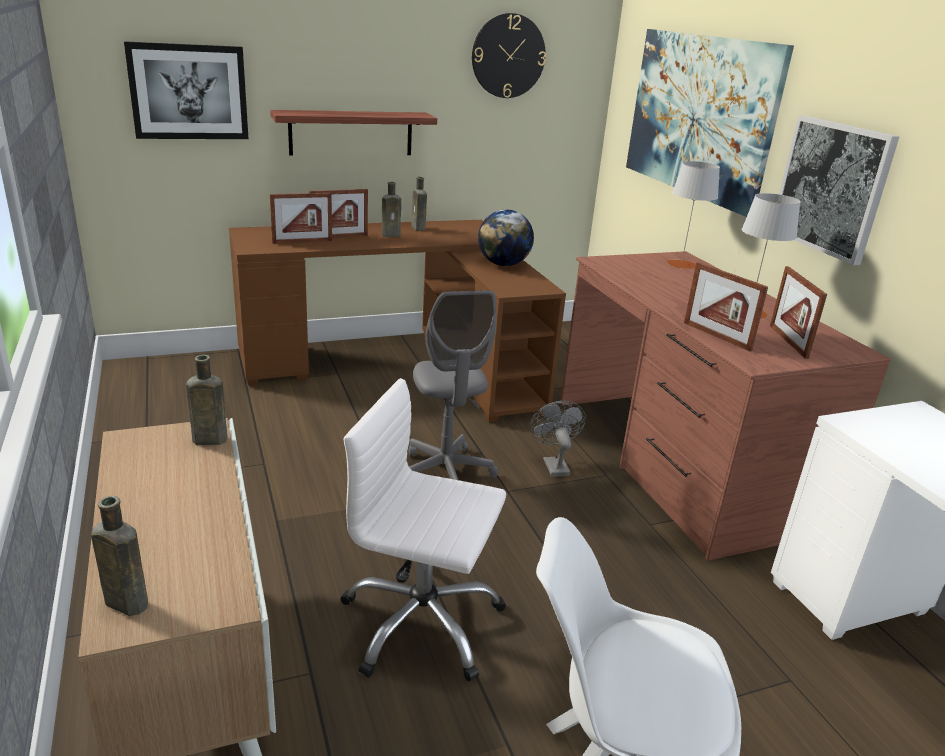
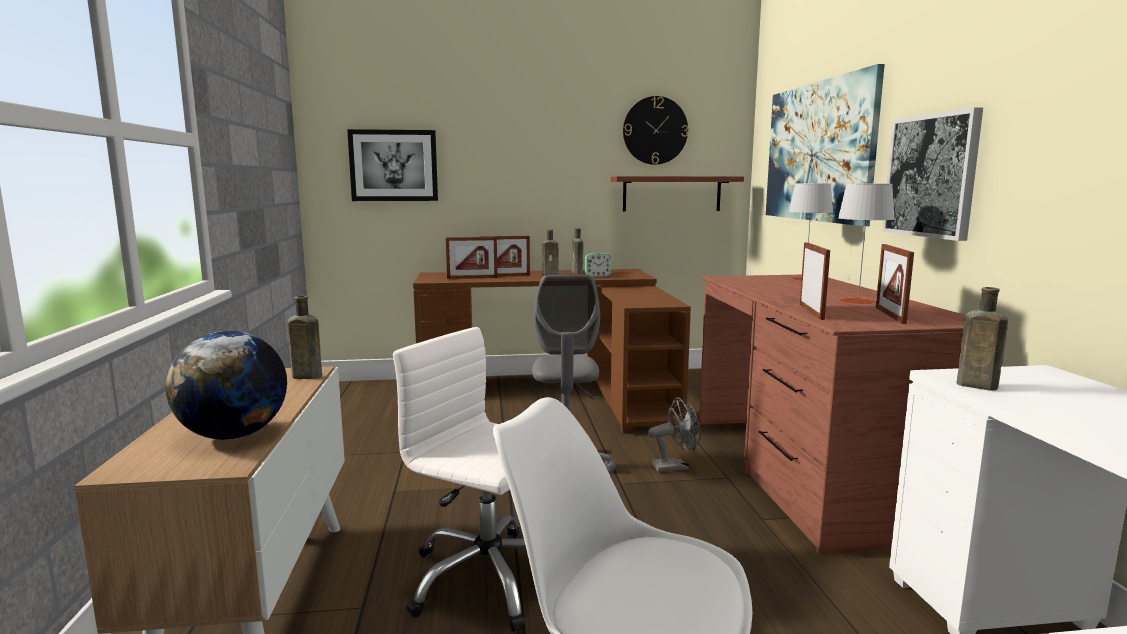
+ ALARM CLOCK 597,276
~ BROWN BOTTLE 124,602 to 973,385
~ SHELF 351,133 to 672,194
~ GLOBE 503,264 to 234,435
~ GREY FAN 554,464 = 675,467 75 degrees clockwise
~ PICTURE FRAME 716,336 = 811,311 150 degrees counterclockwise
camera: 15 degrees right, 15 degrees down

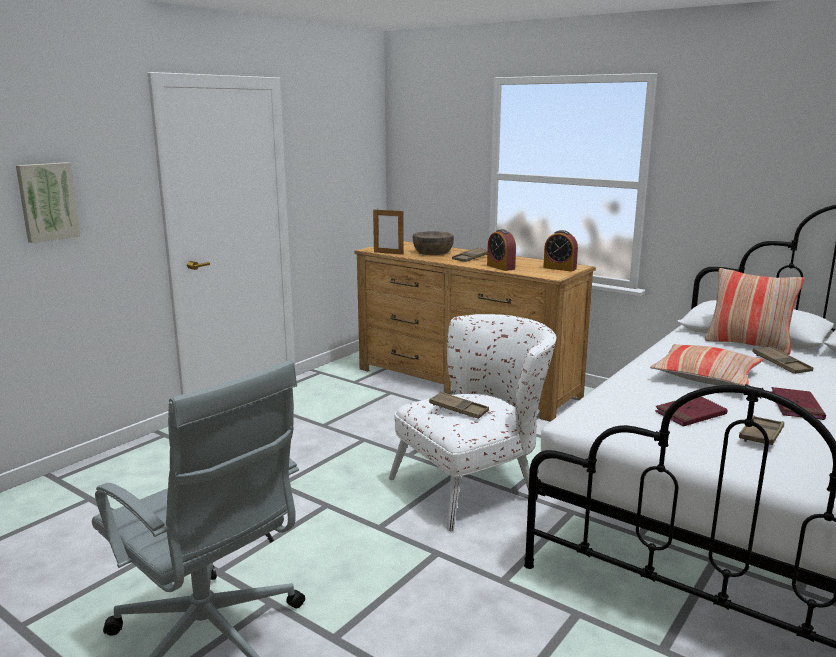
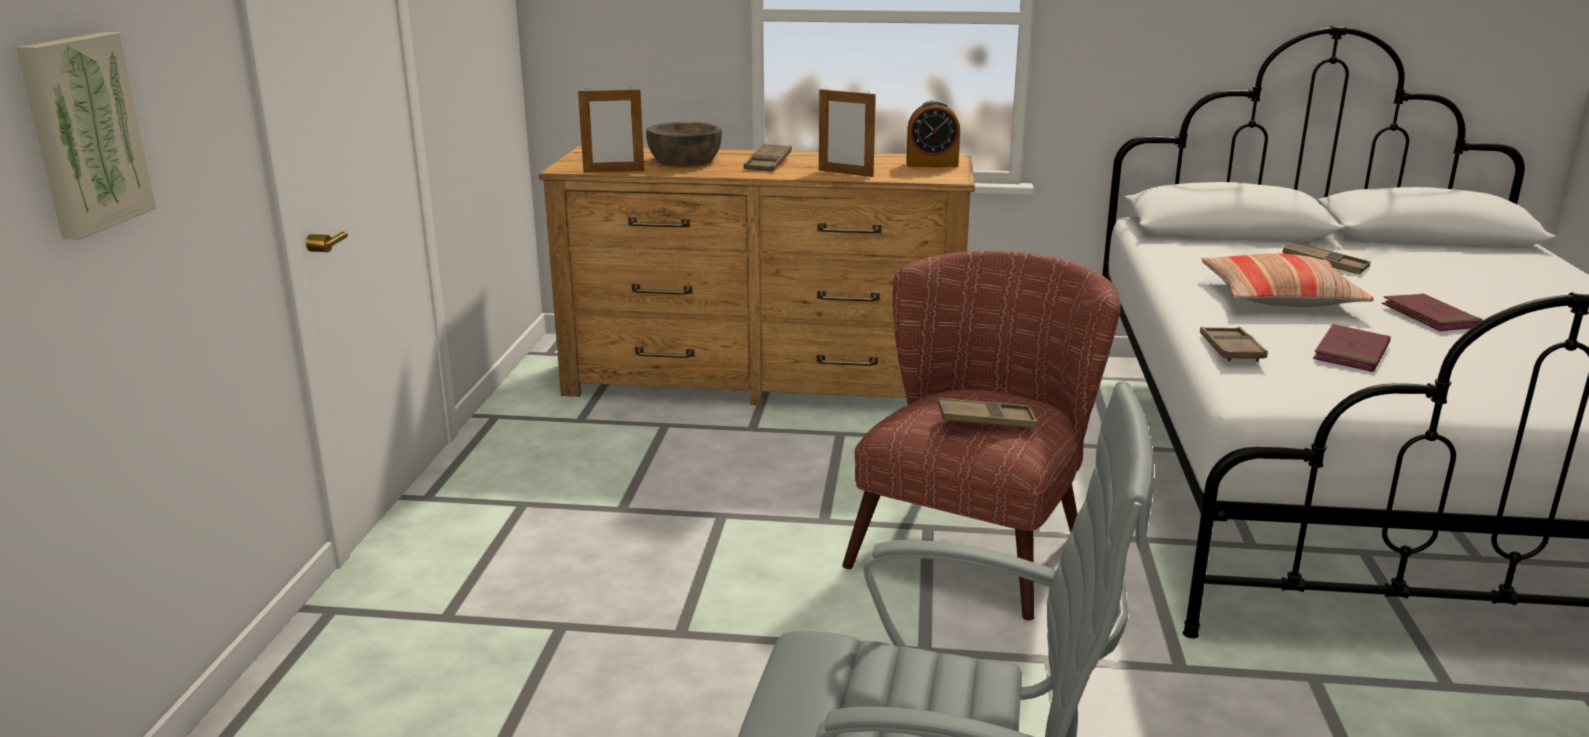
- PILLOW 748,344
~ BROWN TRAY 761,435 to 1231,350
~ ALARM CLOCK 500,267 to PICTURE FRAME 845,173
~ WHITE ARMCHAIR 476,486 to BROWN ARMCHAIR 978,540
camera: 30 degrees left, 5 degrees up

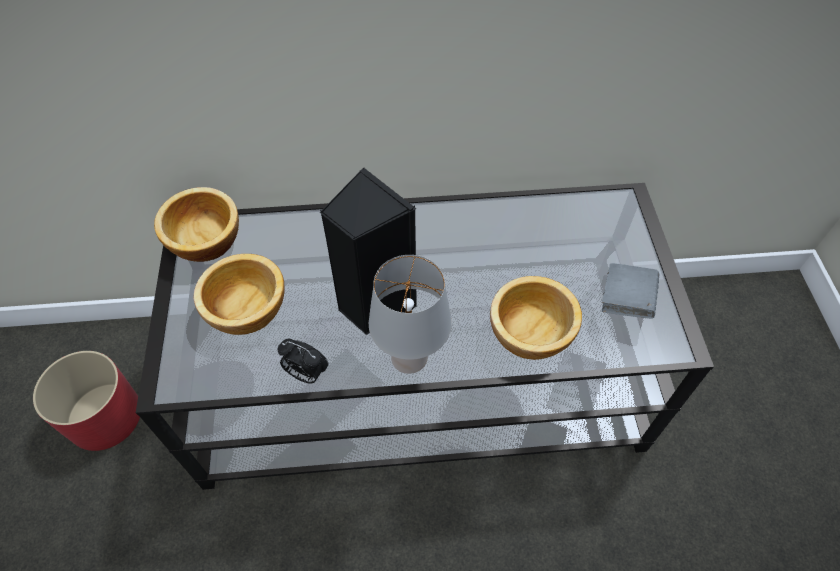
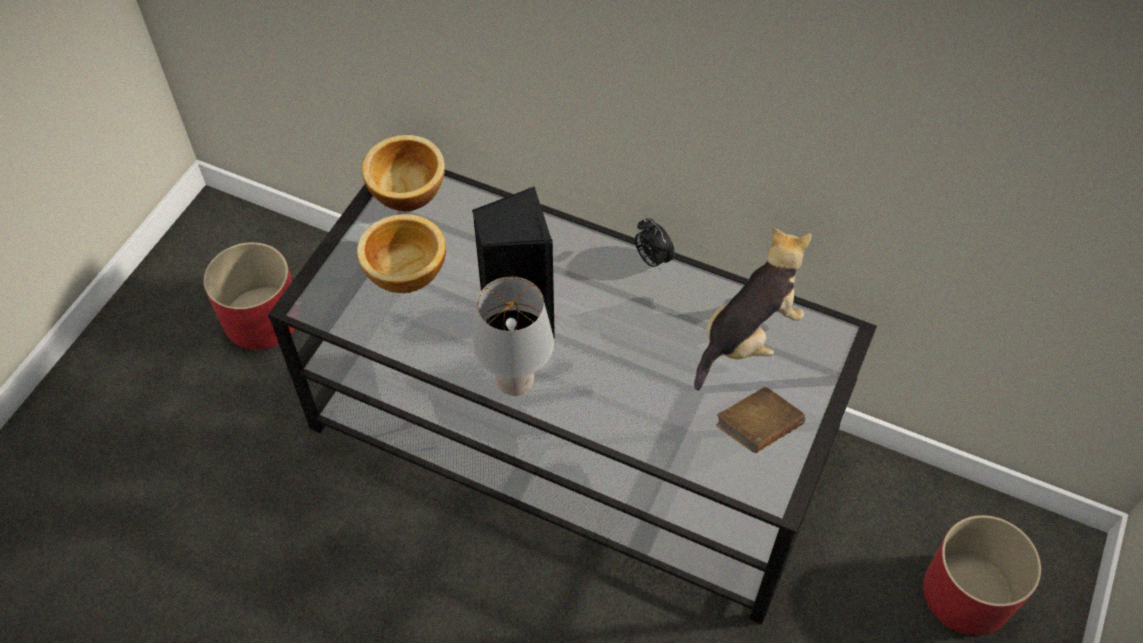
- BOWL 530,334
+ PLUSH TOY 747,337
+ RED PLANTER 966,593
~ ALARM CLOCK 306,374 to 652,259
~ GREY BOOK 625,301 to BROWN BOOK 757,430
camera: 30 degrees right, 0 degrees up

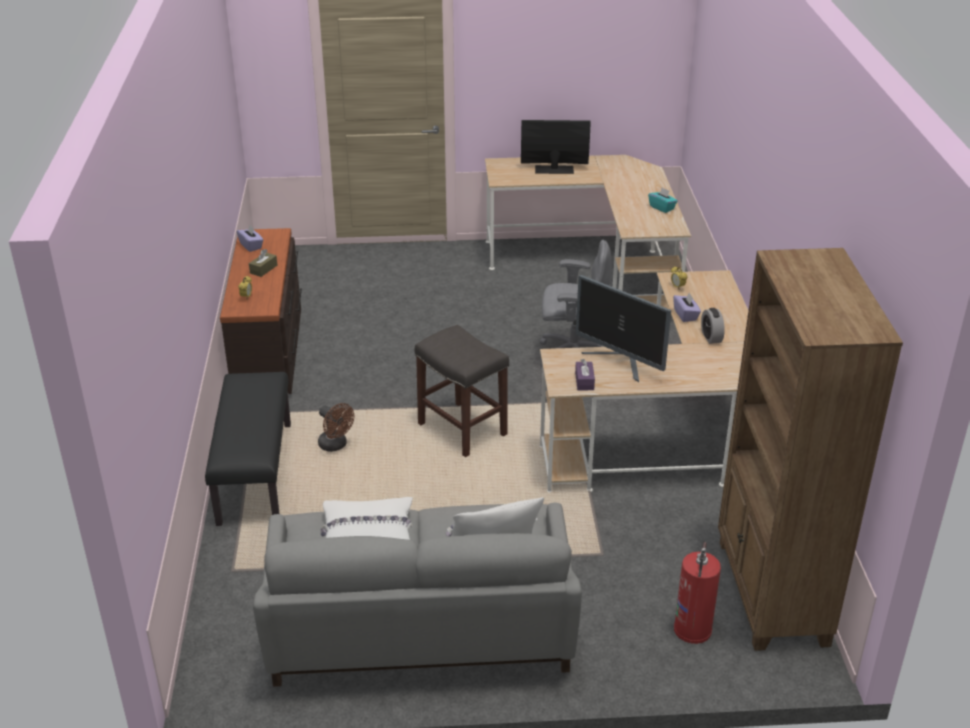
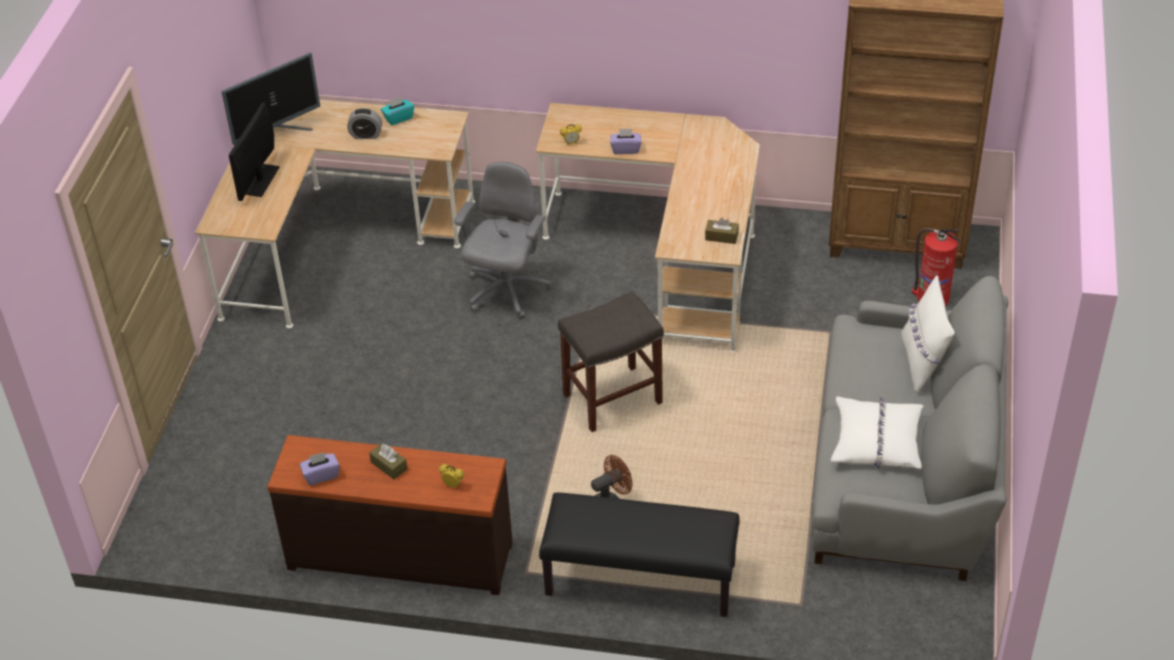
~ MONITOR 620,362 to 277,134
~ ALARM CLOCK 711,337 to 366,135
~ PURPLE TISSUE BOX 584,381 to BROWN TISSUE BOX 721,237
camera: 75 degrees left, 10 degrees up

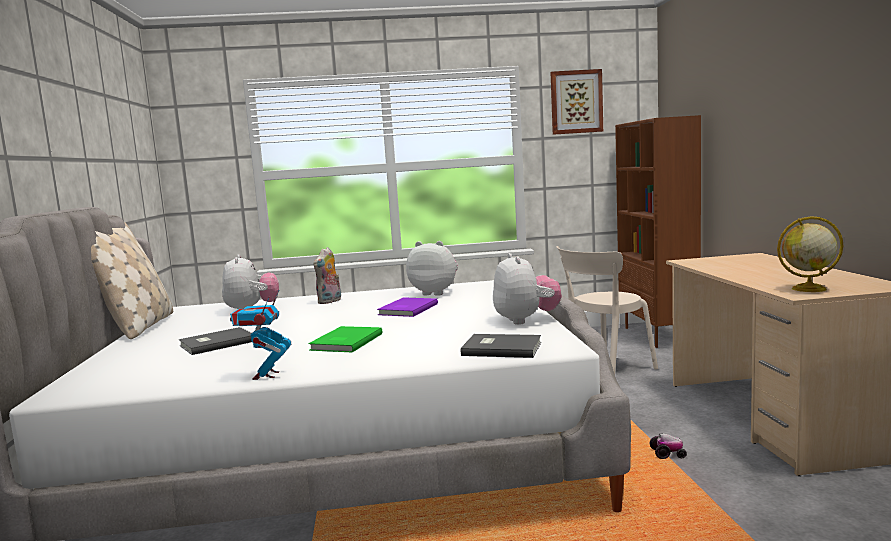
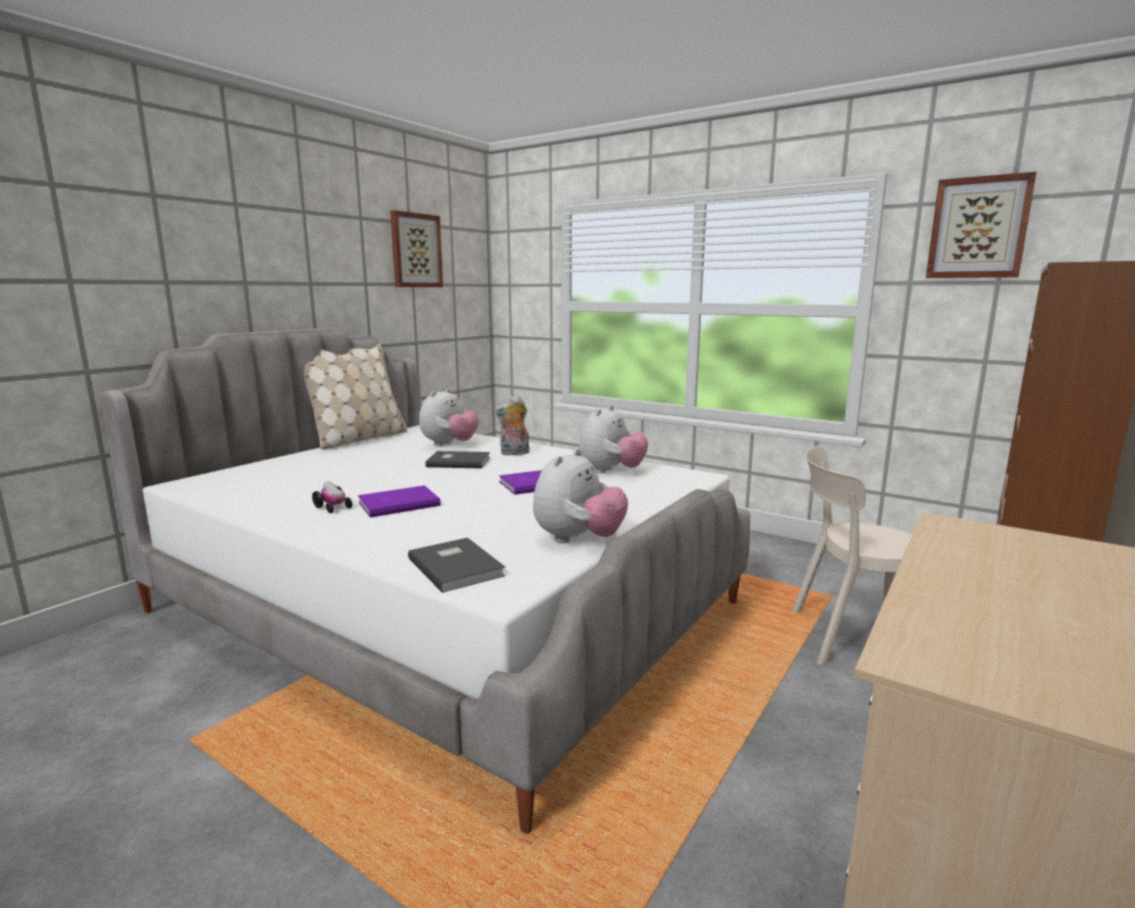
- TOY ROBOT 265,375
- GLOBE 808,289
+ PICTURE 415,250
~ GREY BOOK 216,343 to 458,462
~ TOY CAR 668,454 to 333,507
~ GREEN BOOK 344,342 to PURPLE BOOK 397,503
~ PLUSH TOY 435,293 = 611,471 60 degrees clockwise
camera: 40 degrees right, 5 degrees up

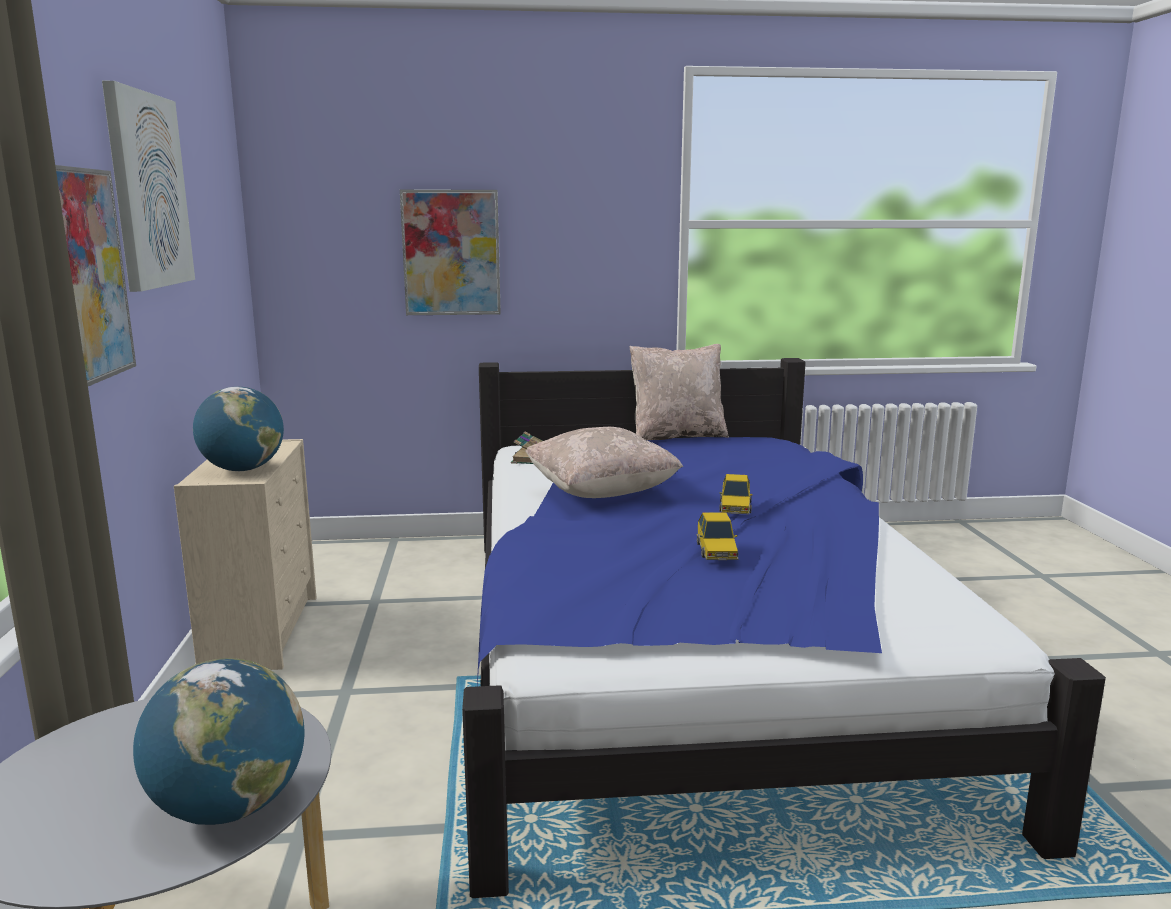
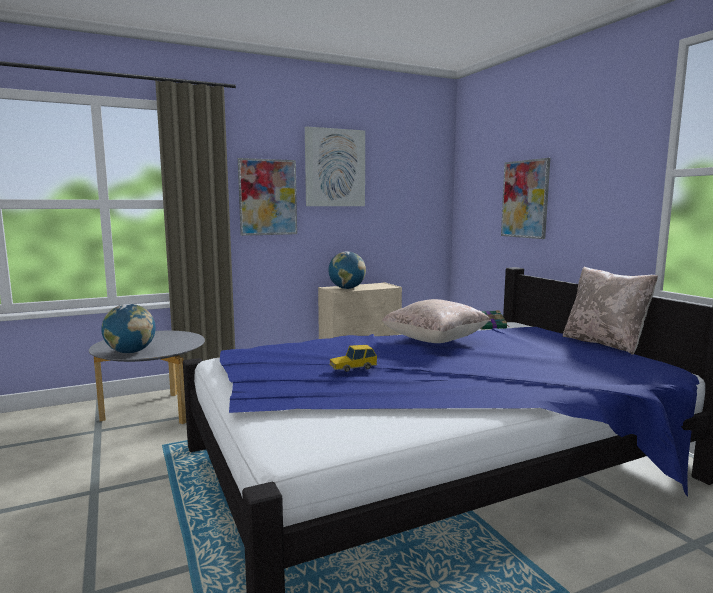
- TOY CAR 735,507
camera: 70 degrees right, 5 degrees down

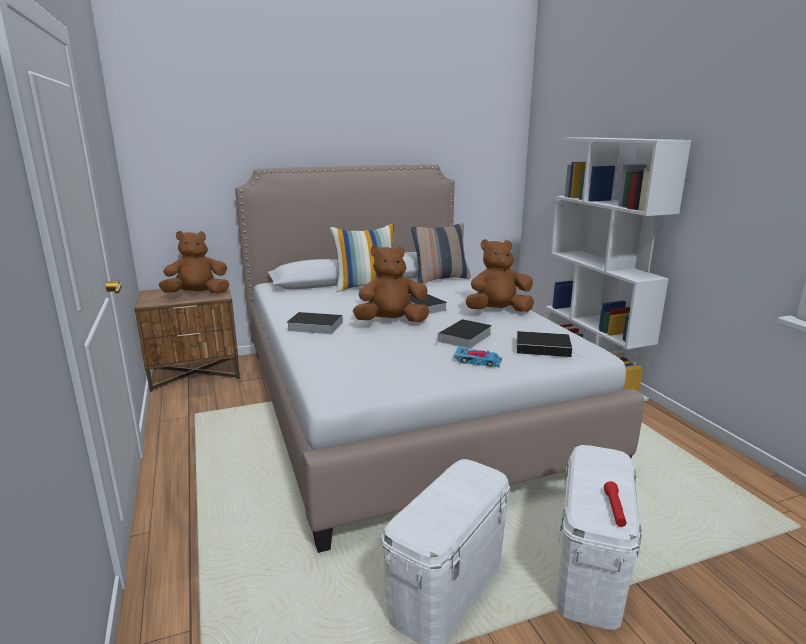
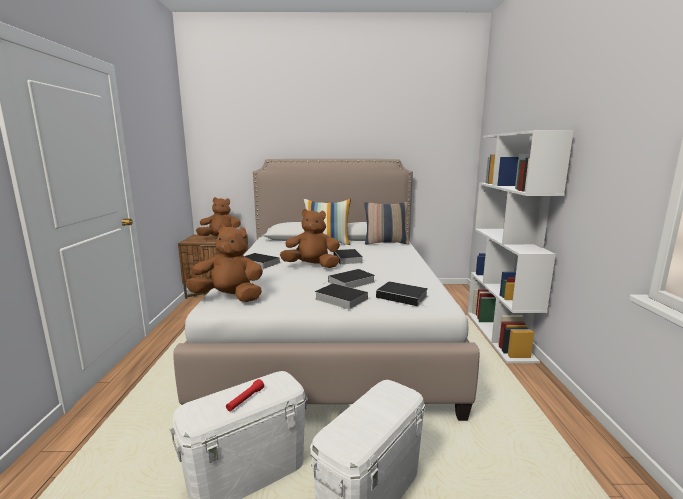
~ BROWN PLUSH TOY 498,311 to 229,298
~ RED FLASHLIGHT 614,509 to 245,400
~ TOY CAR 478,361 to BOOK 339,299
camera: 20 degrees right, 5 degrees down

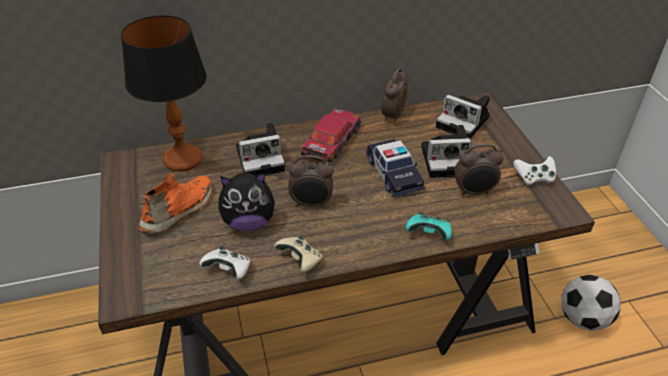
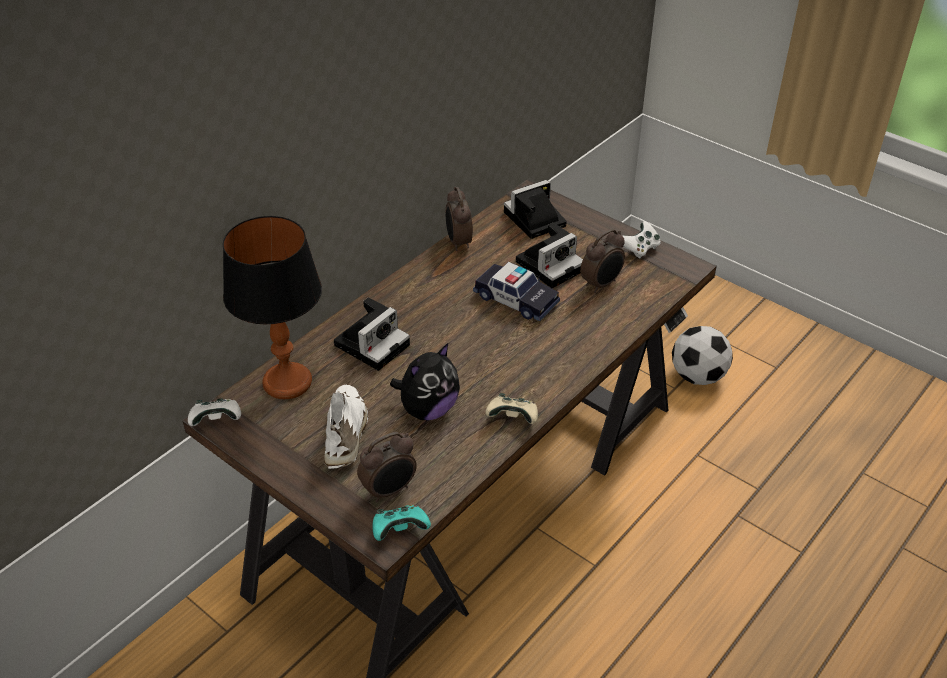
- TOY CAR 331,142
~ WHITE GAME CONTROLLER 229,271 to 217,421
~ ALARM CLOCK 311,204 to 389,490
~ TURQUOISE GAME CONTROLLER 429,234 to 400,530
~ ORANGE SHOE 180,211 to WHITE SHOE 346,433
~ PHOTO CAMERA 464,122 = 533,220 150 degrees clockwise
camera: 35 degrees left, 0 degrees up

